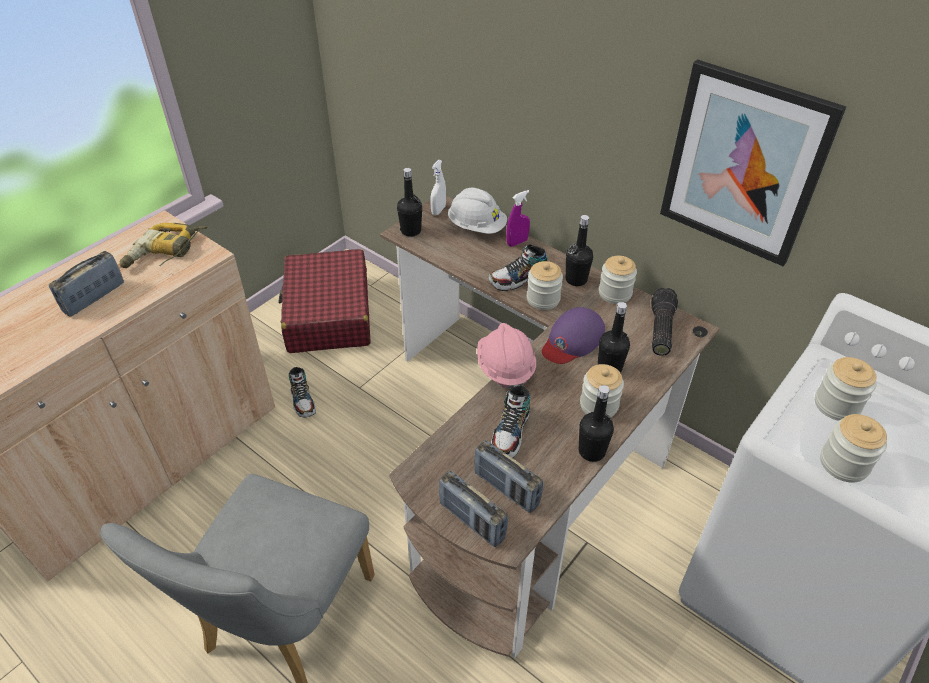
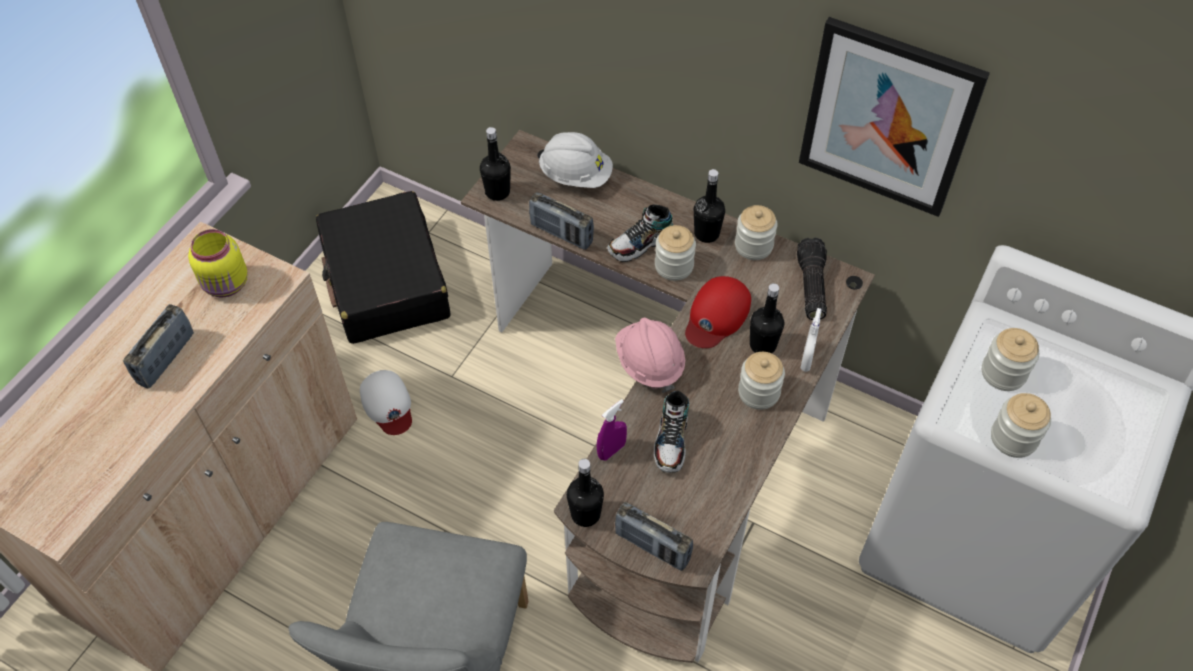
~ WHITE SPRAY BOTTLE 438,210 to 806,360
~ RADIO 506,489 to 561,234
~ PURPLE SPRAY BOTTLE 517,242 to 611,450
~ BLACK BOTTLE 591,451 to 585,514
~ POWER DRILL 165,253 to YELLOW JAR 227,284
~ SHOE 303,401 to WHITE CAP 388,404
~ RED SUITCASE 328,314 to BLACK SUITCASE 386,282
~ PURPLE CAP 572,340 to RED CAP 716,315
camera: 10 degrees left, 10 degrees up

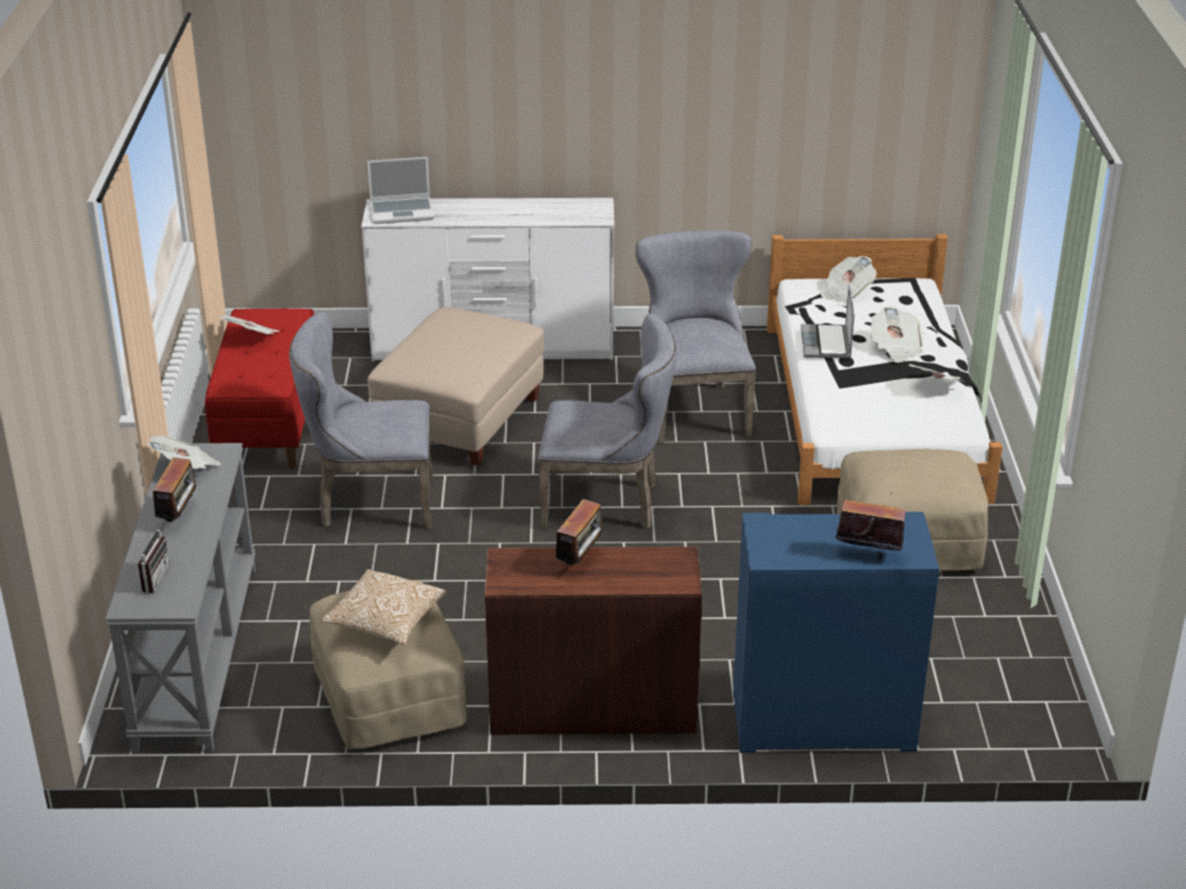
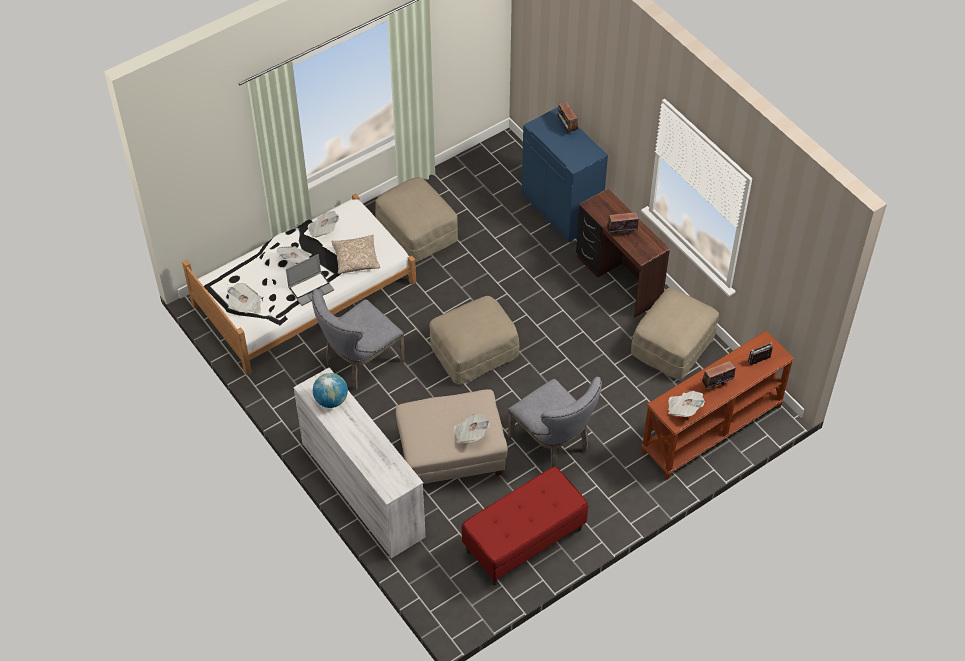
- LAPTOP 403,212
+ GLOBE 331,400
~ NEWSPAPER 252,338 to 470,433
~ PILLOW 385,621 to 356,260
~ GREY CHAIR 608,503 to BEIGE OTTOMAN 474,352
~ GREY CONSOLE TABLE 195,655 to BROWN CONSOLE TABLE 712,430
camera: 125 degrees left, 20 degrees up

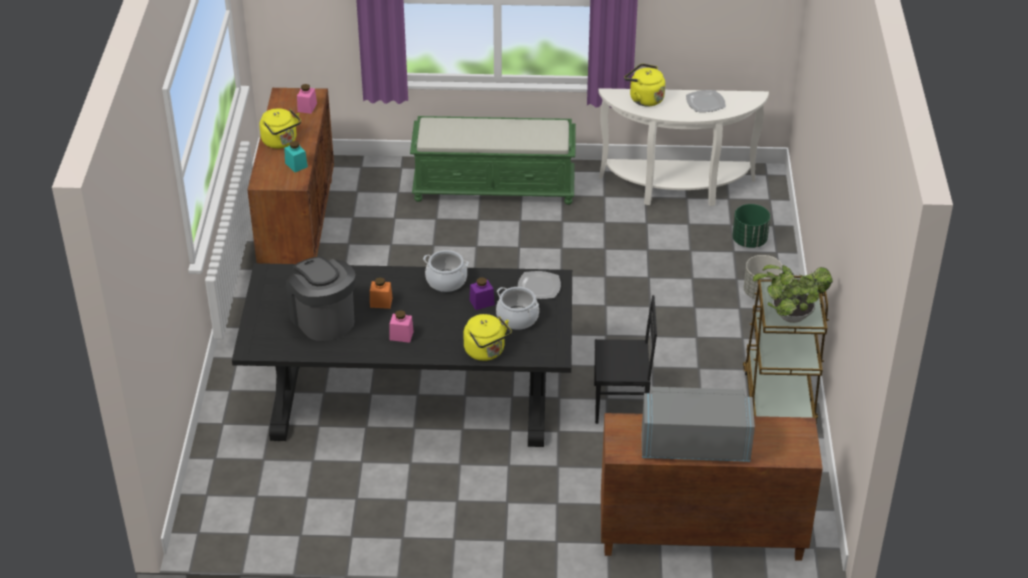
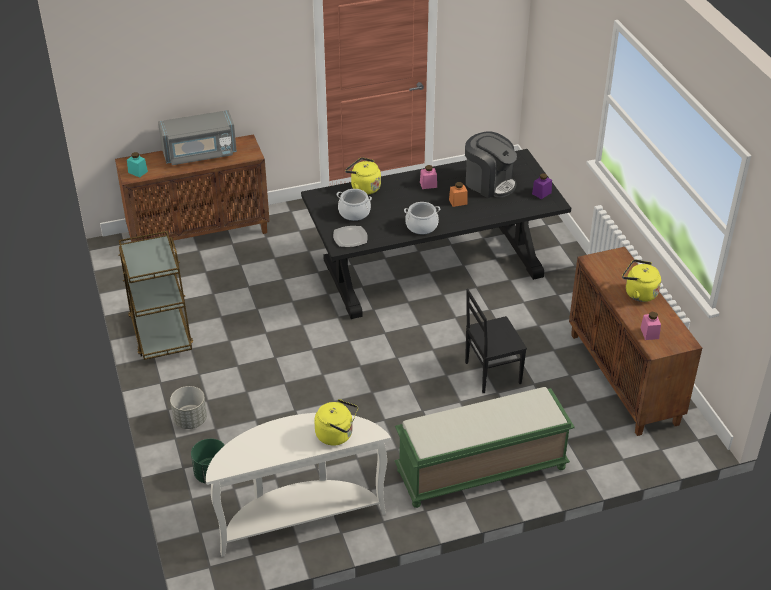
- PLATE 705,102
- POTTED PLANT 788,316
~ TURQUOISE JAR 296,165 to 138,172
~ PURPLE JAR 482,302 to 541,193
~ BLACK CHAIR 621,404 to 491,372
camera: 160 degrees right, 0 degrees up

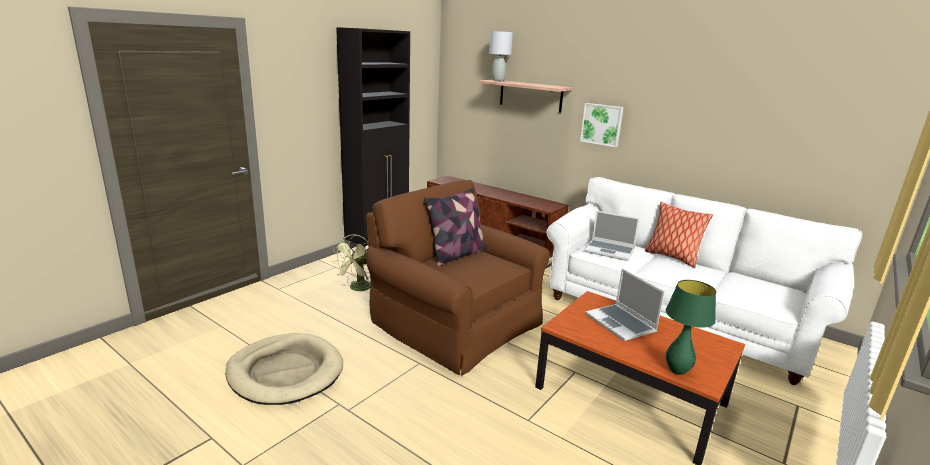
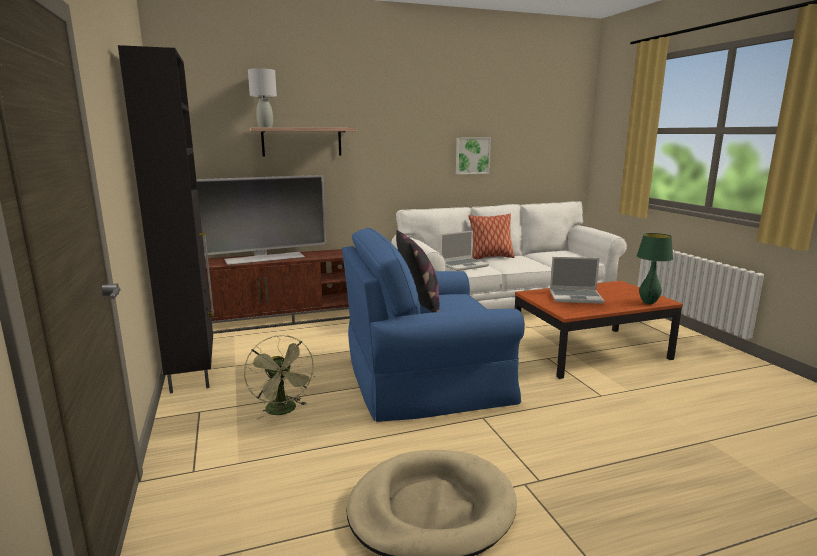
+ TELEVISION 264,258
~ PICTURE 602,124 to 472,155
~ BROWN ARMCHAIR 455,322 to BLUE ARMCHAIR 424,379
camera: 55 degrees left, 5 degrees down

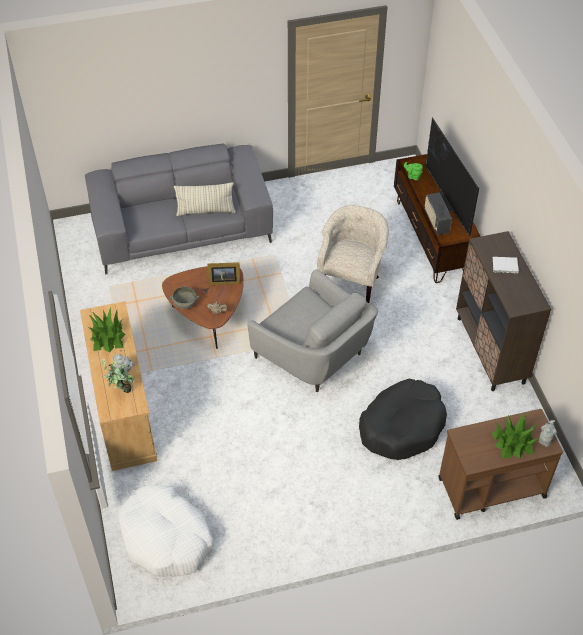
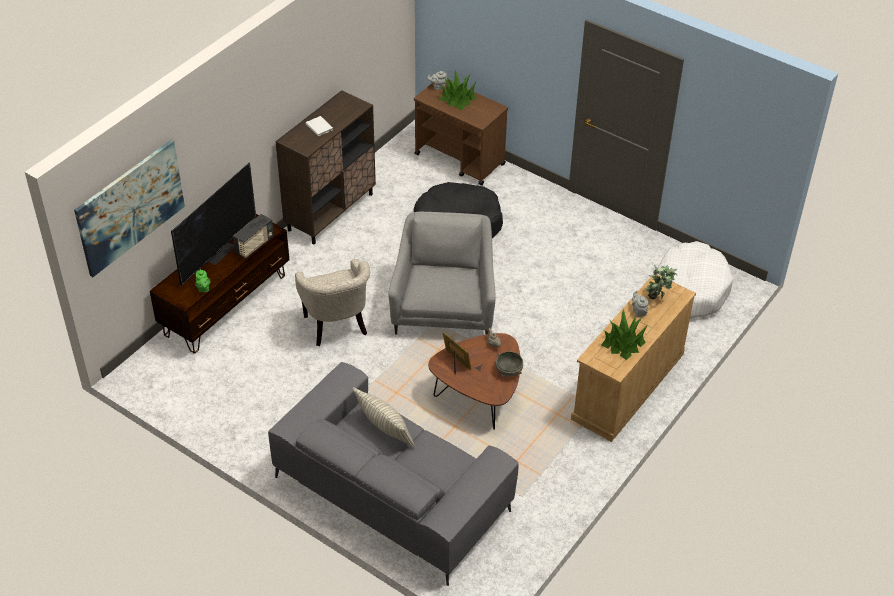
+ PICTURE 130,207
~ BEIGE ARMCHAIR 352,282 = 337,327 90 degrees counterclockwise
camera: 130 degrees left, 5 degrees down

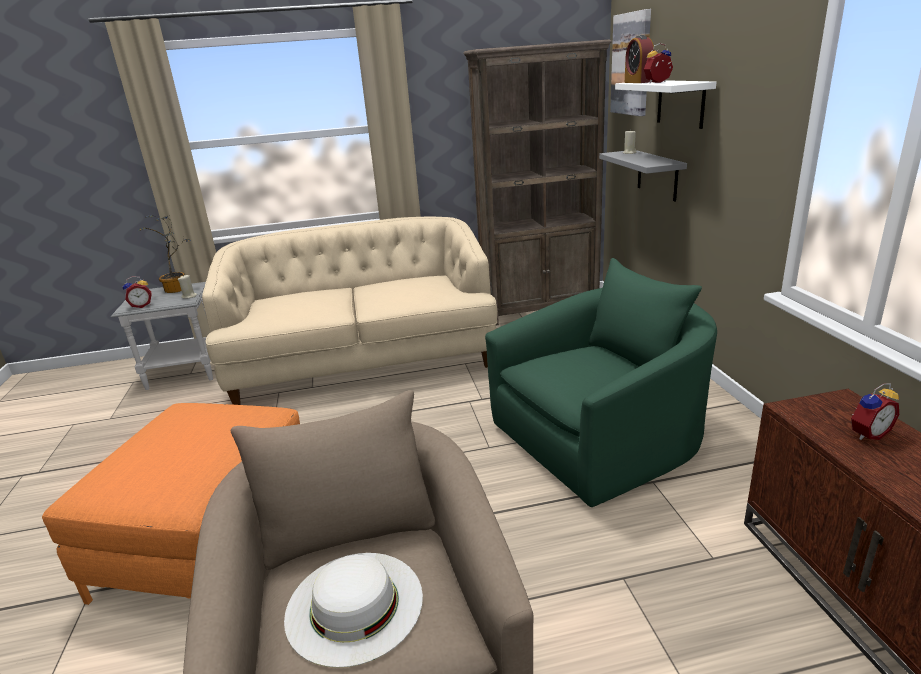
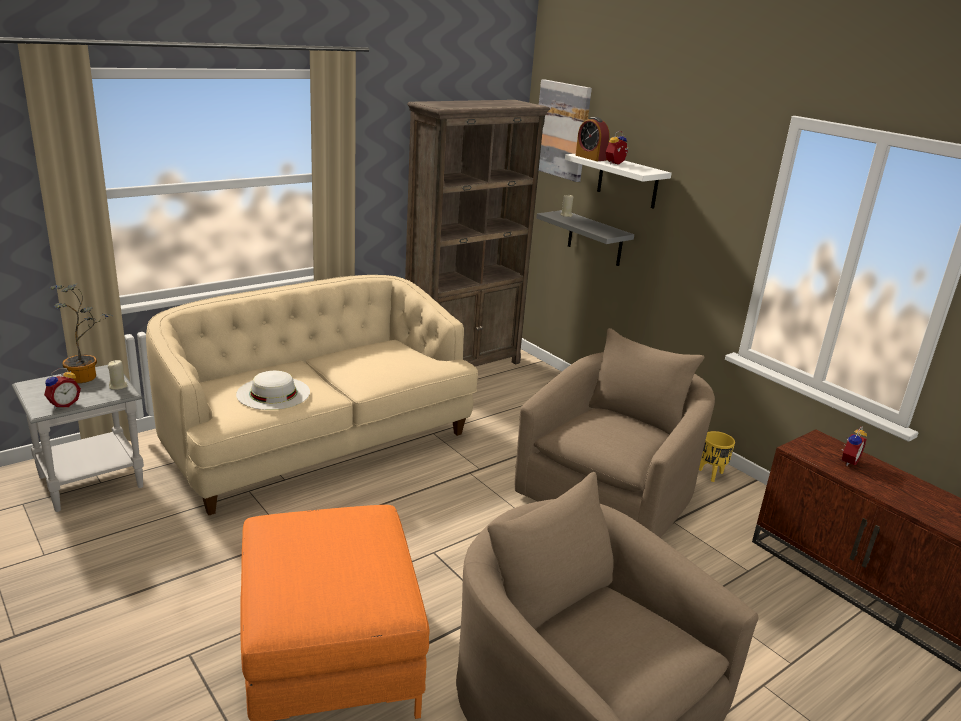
+ YELLOW PLANTER 711,474
~ WHITE HAT 354,605 to 273,393
~ GREEN ARMCHAIR 602,439 to BEIGE ARMCHAIR 612,492
camera: 30 degrees left, 0 degrees up

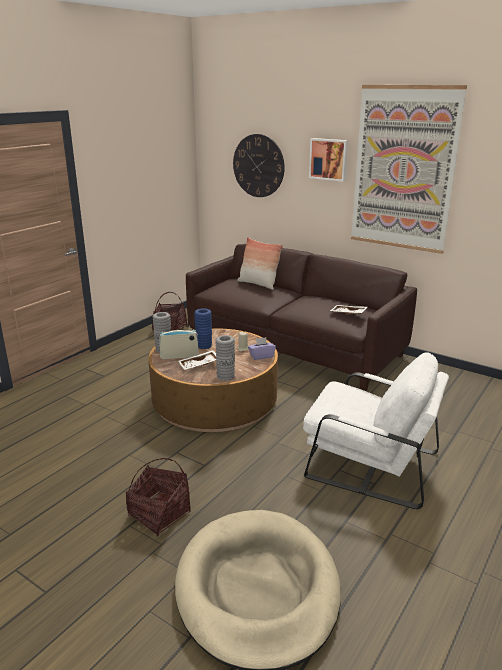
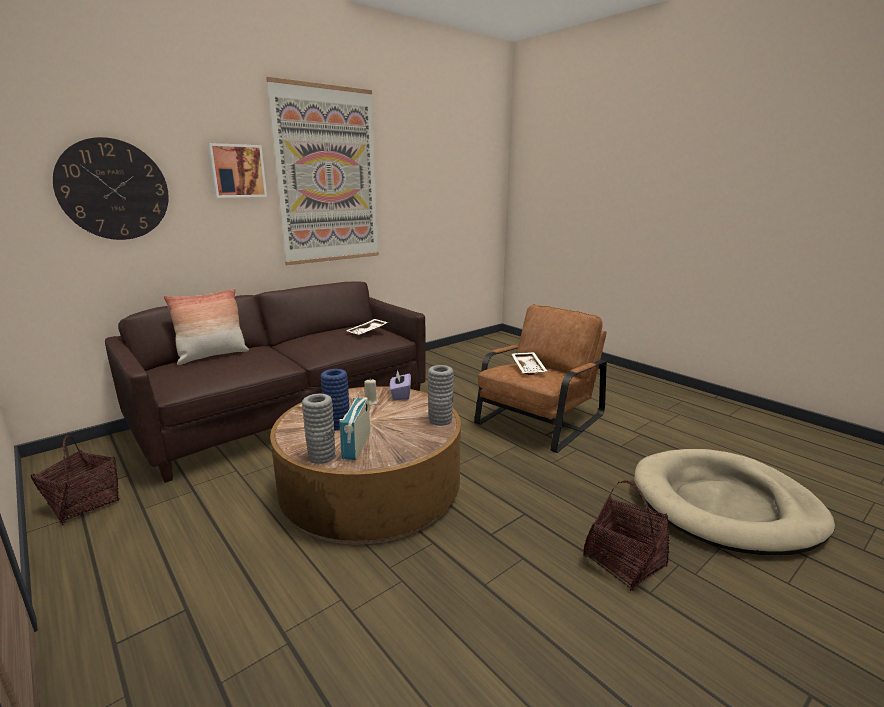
~ WHITE TRAY 199,365 to 529,368
~ WHITE ARMCHAIR 369,464 to BROWN ARMCHAIR 539,420
camera: 75 degrees left, 5 degrees down

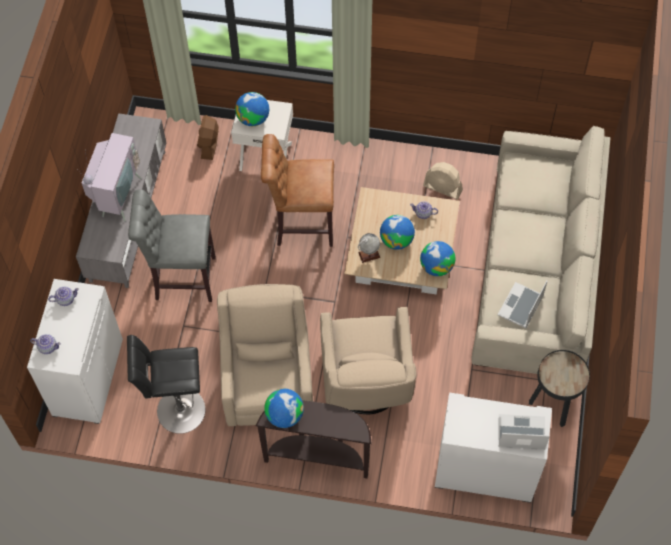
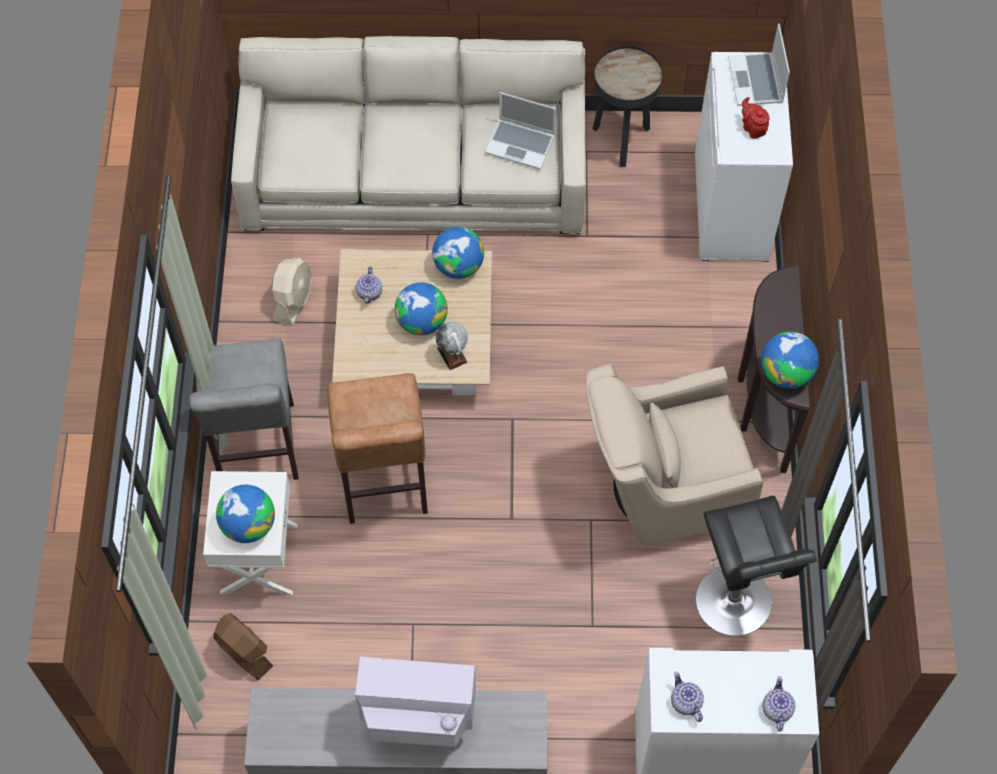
- BEIGE ARMCHAIR 366,385
+ RED TEAPOT 753,128
~ GREY STOOL 181,278 to 257,450
~ BROWN FAN 209,144 = 243,652 135 degrees counterclockwise
camera: 100 degrees left, 0 degrees up

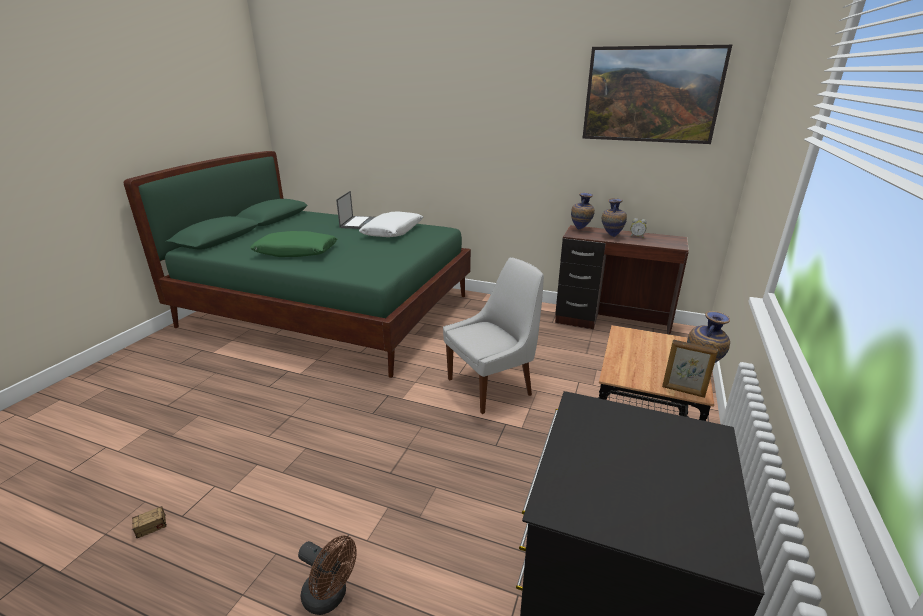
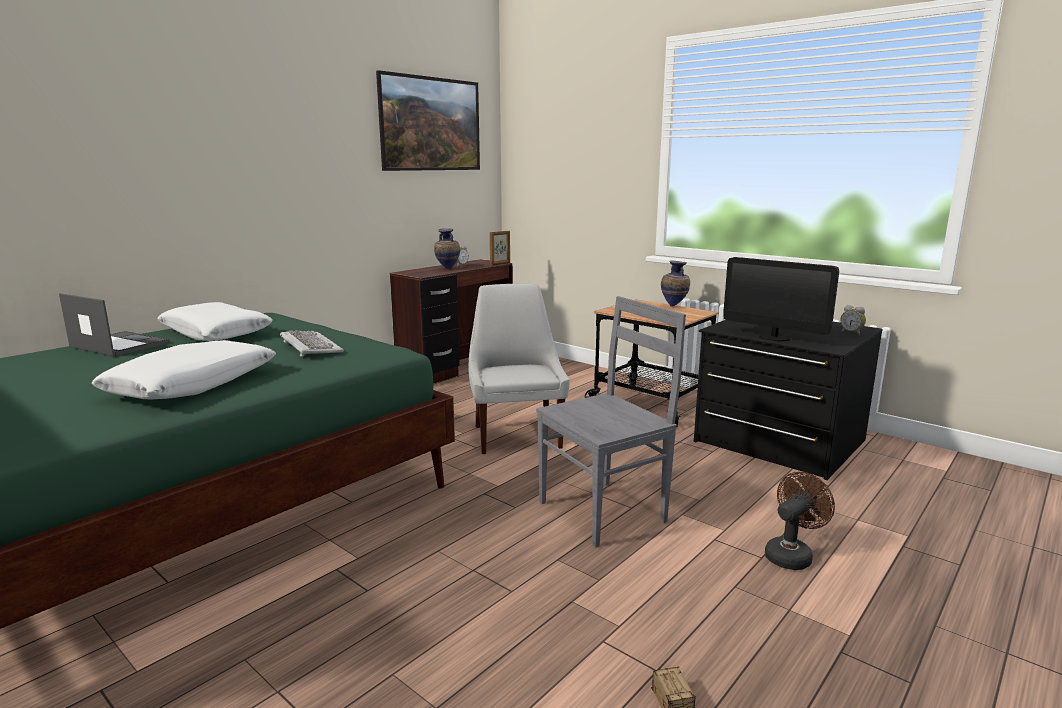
- VASE 580,229
+ KEYBOARD 310,346
+ GREY CHAIR 605,511
+ MONITOR 774,337
+ ALARM CLOCK 851,333
~ PICTURE FRAME 683,391 to 500,264
~ GREEN PILLOW 296,252 to WHITE PILLOW 192,385
camera: 70 degrees left, 10 degrees down

